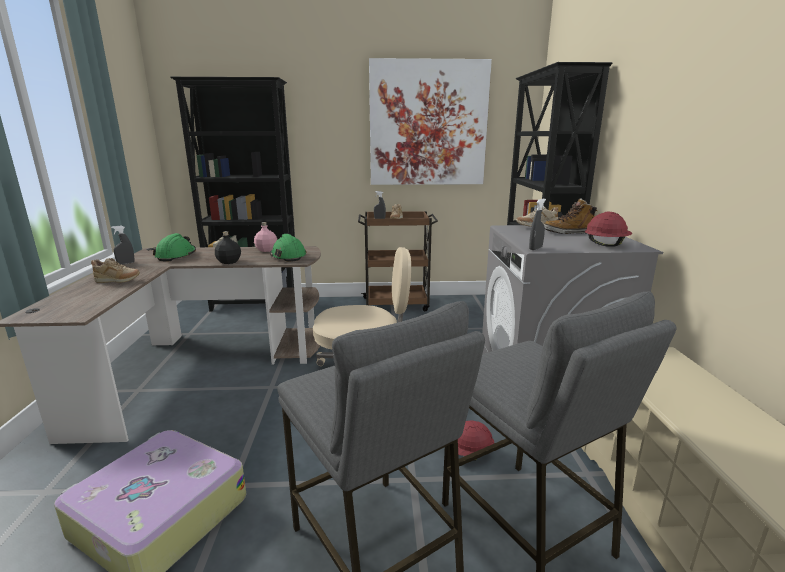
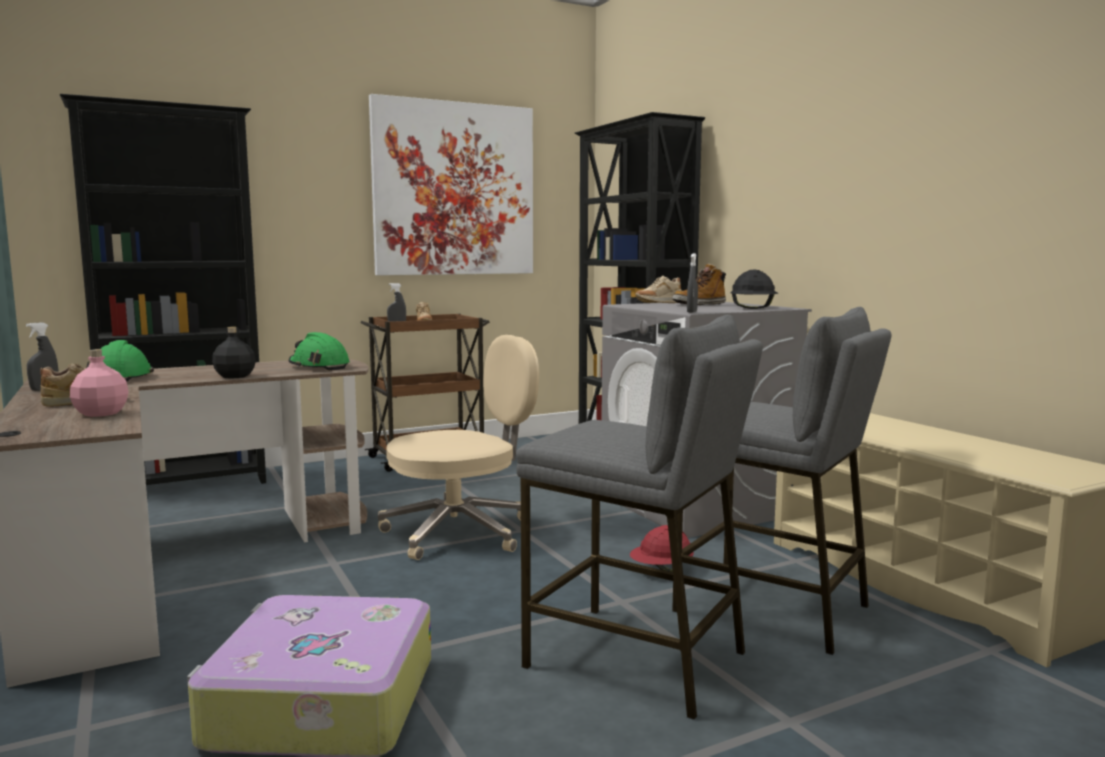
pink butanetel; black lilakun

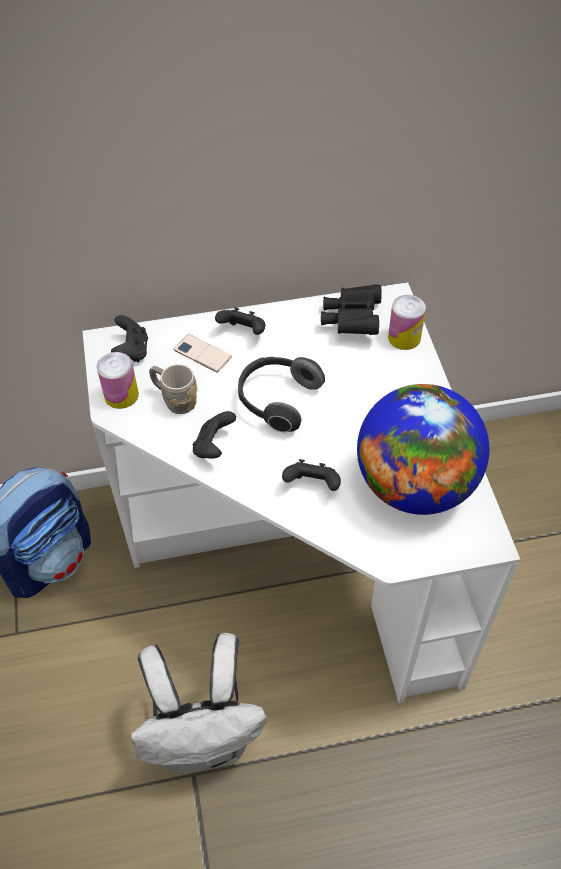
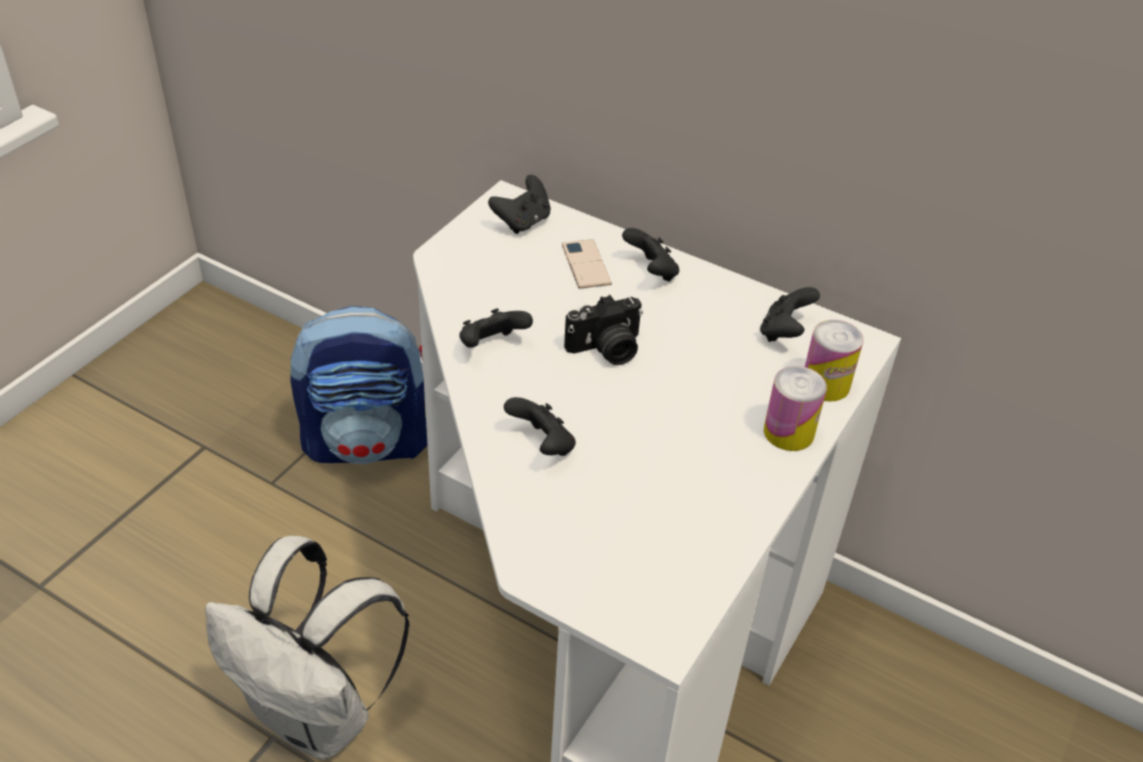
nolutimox (no. 1 from left); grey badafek; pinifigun; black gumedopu (no. 5 from left); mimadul

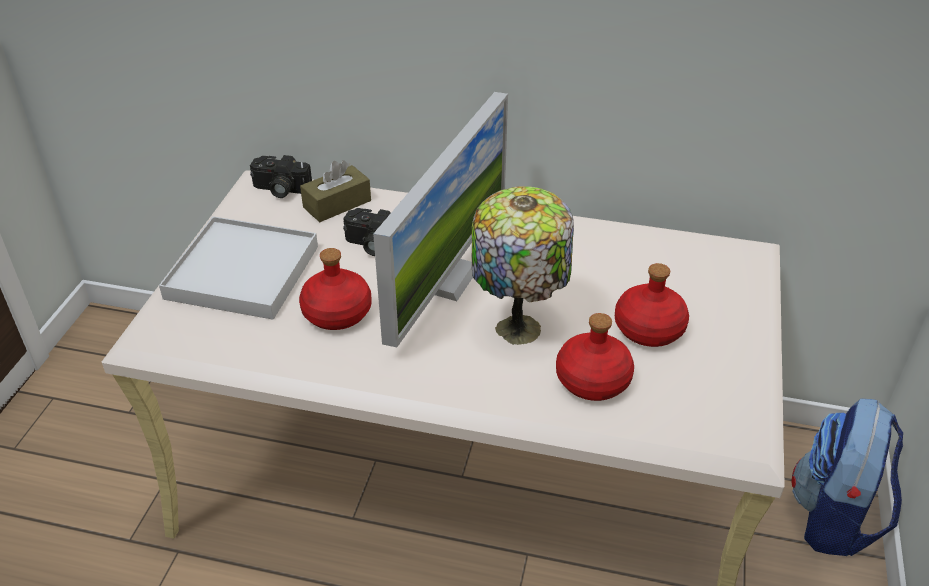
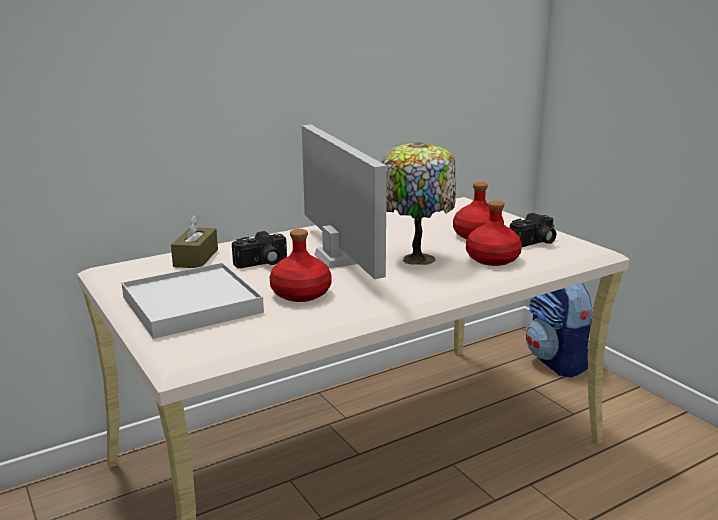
pinifigun (no. 2 from left)

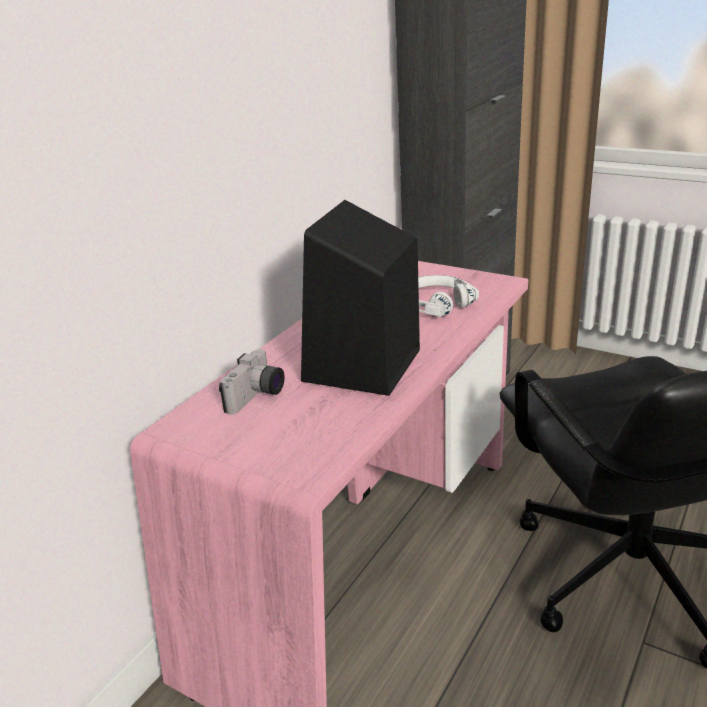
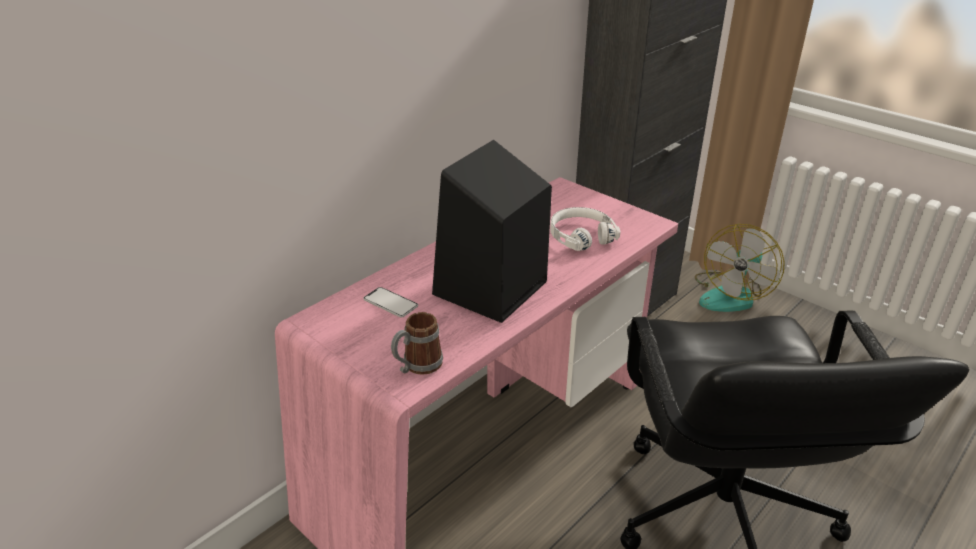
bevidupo; badafek; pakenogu

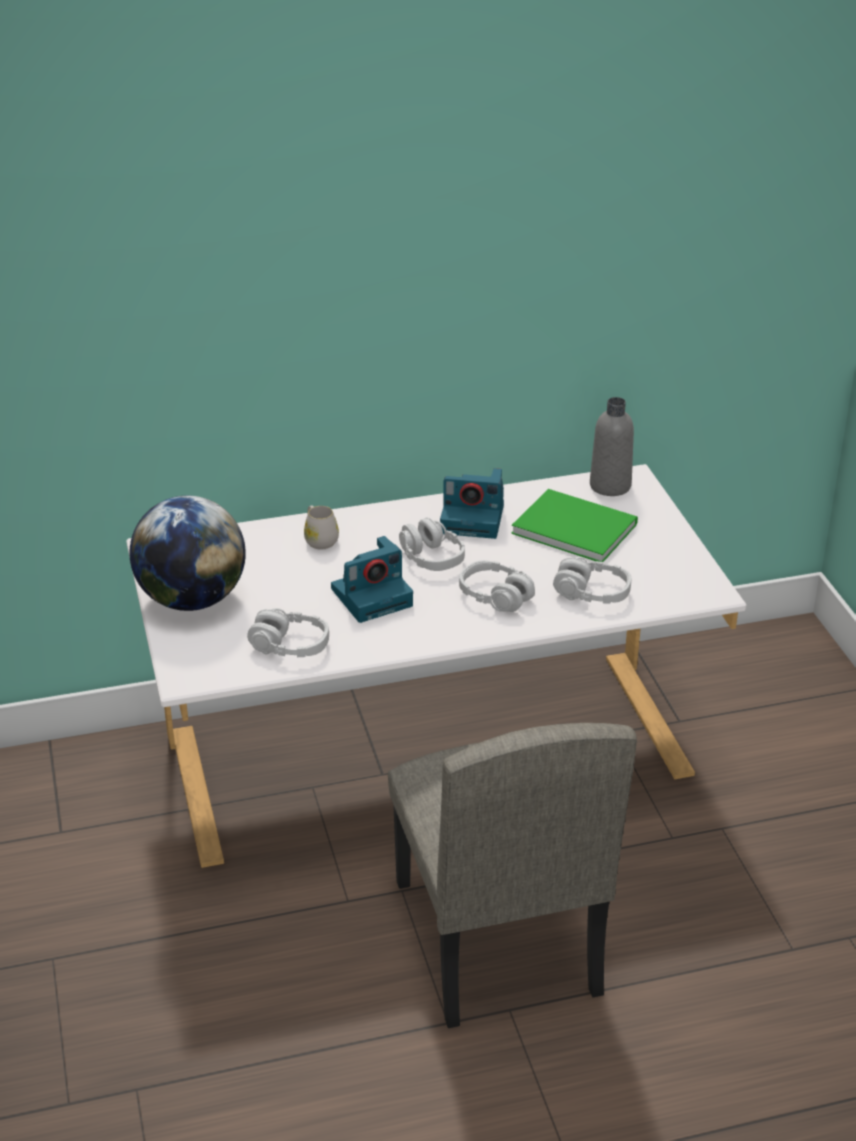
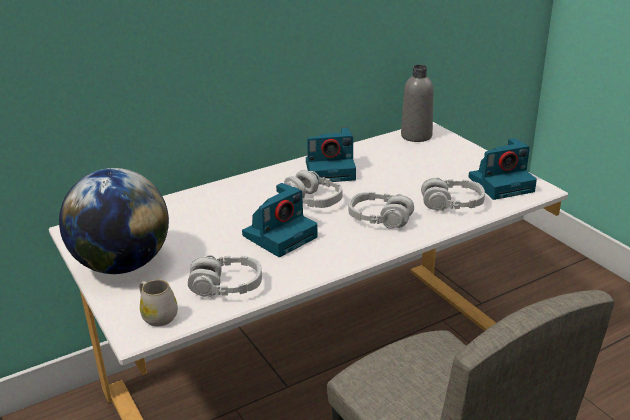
white badafek; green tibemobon; pinifigun (no. 3 from left)

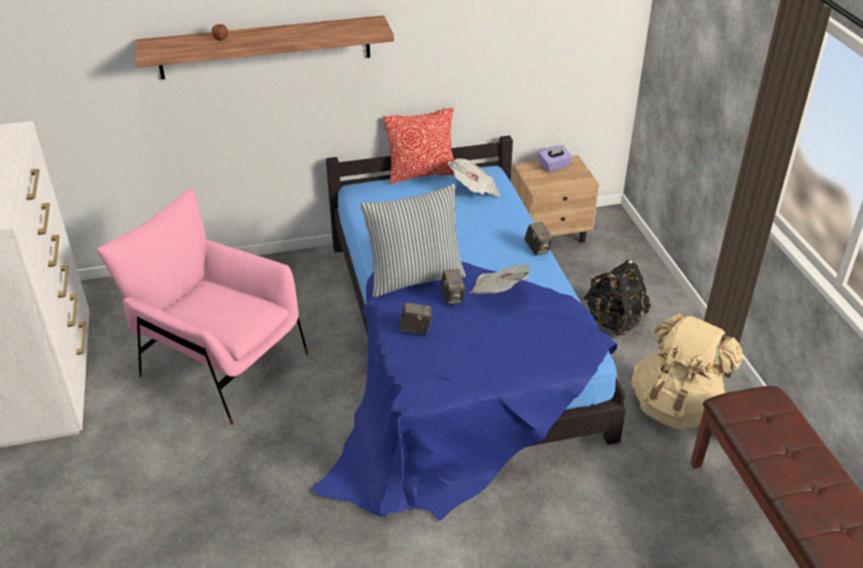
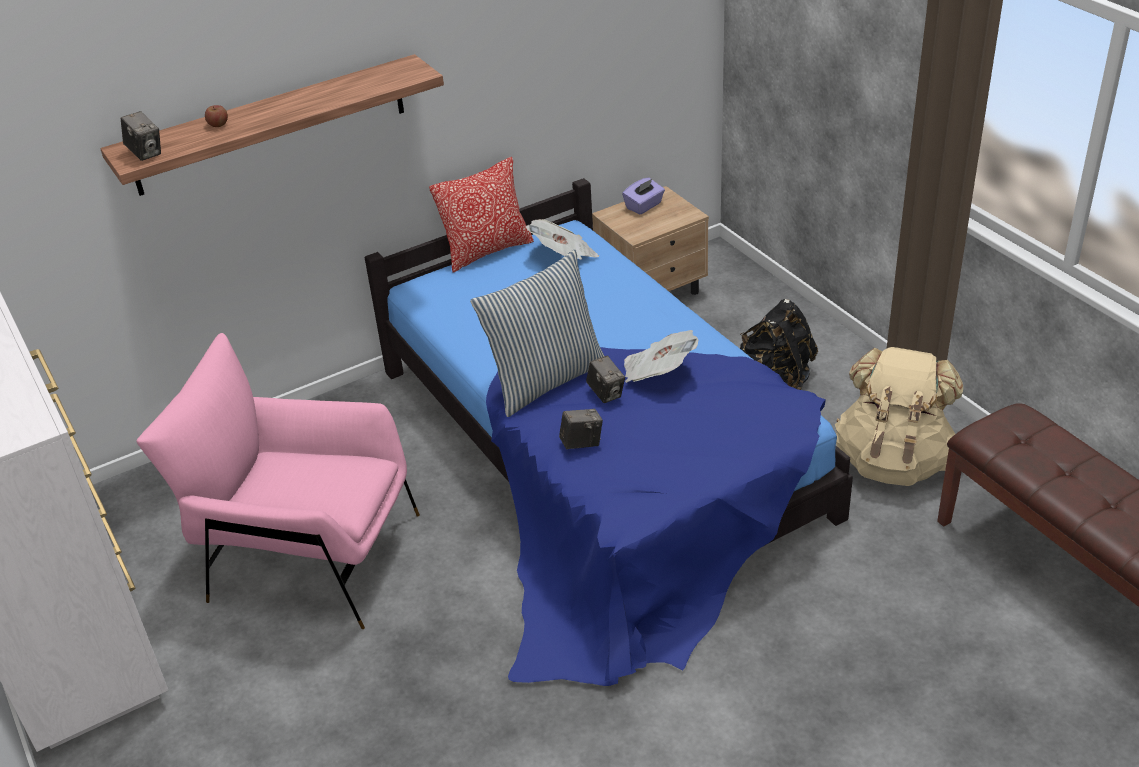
pinifigun (no. 1 from left)

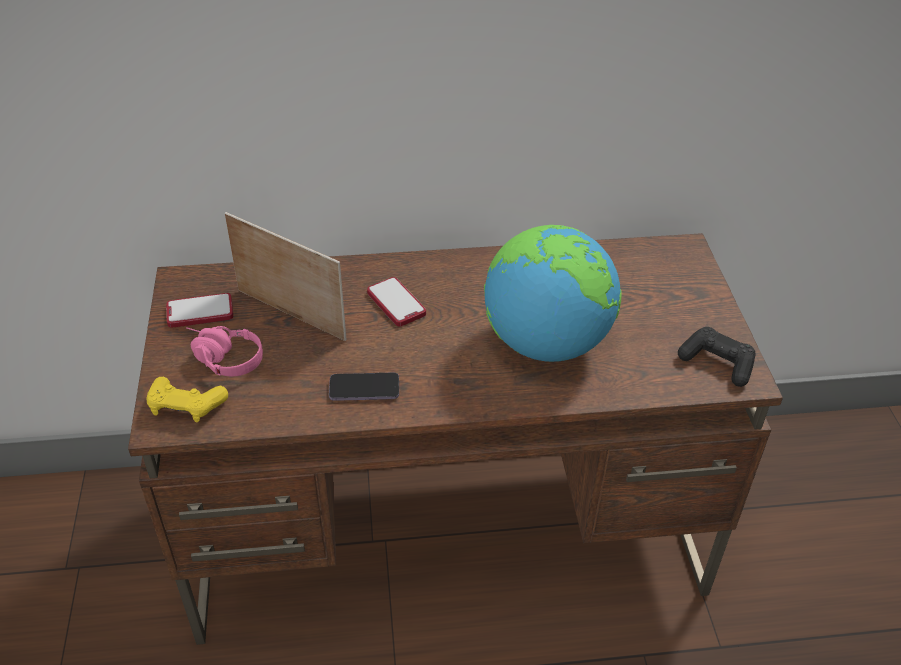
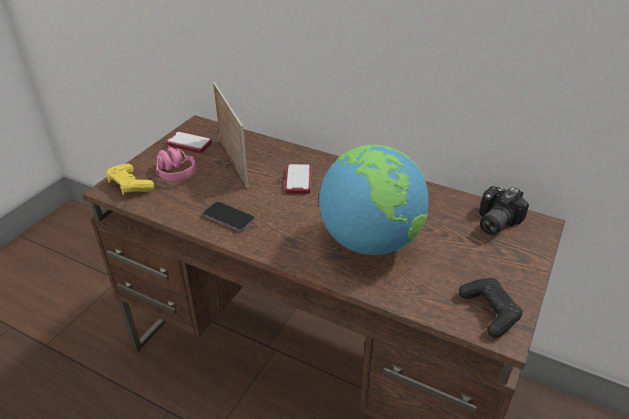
pinifigun

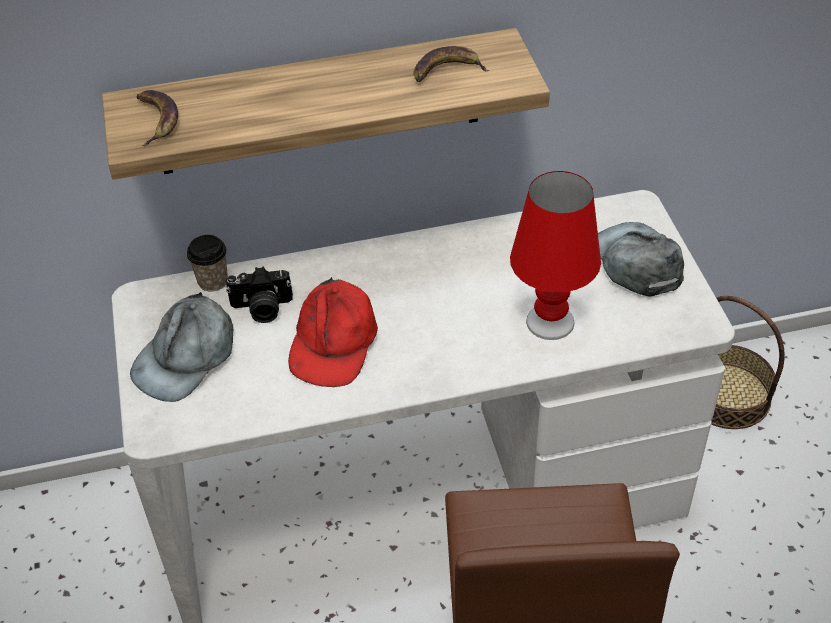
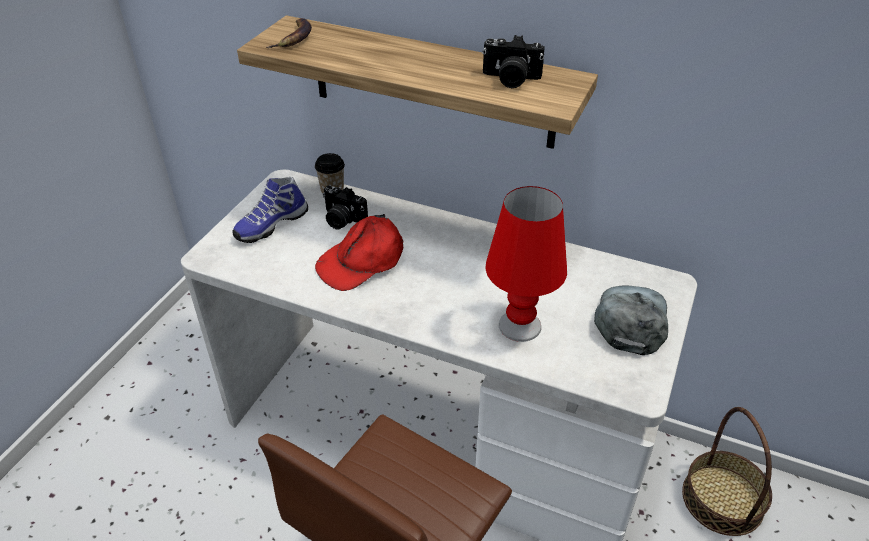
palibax; pinifigun (no. 2 from left)

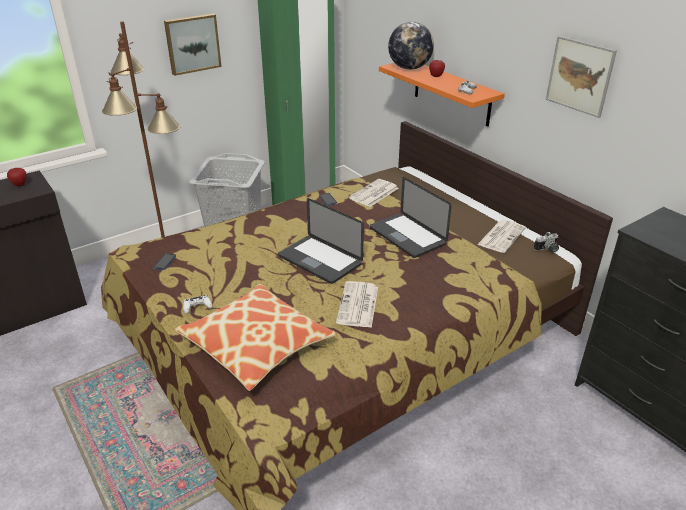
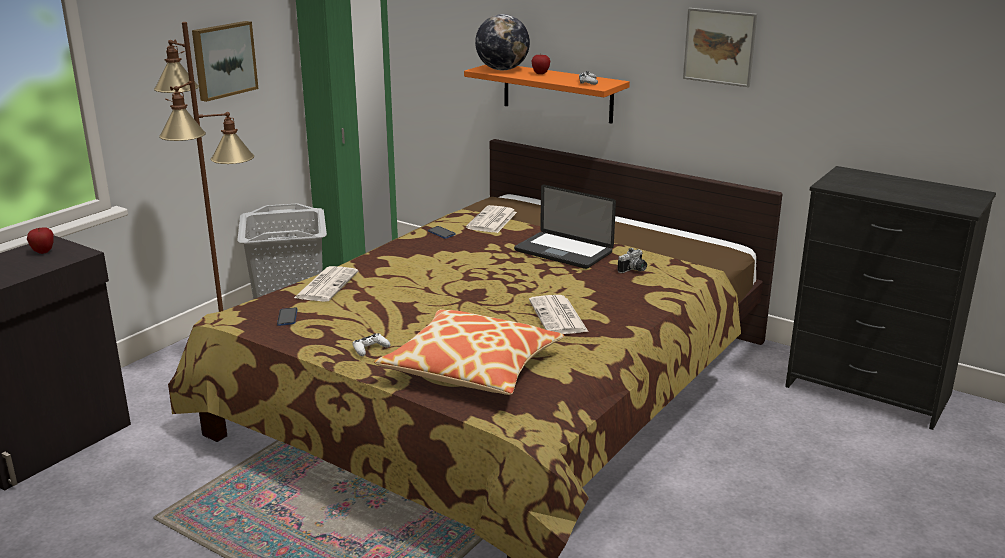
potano (no. 1 from left in the first image); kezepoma (no. 1 from left); pinifigun

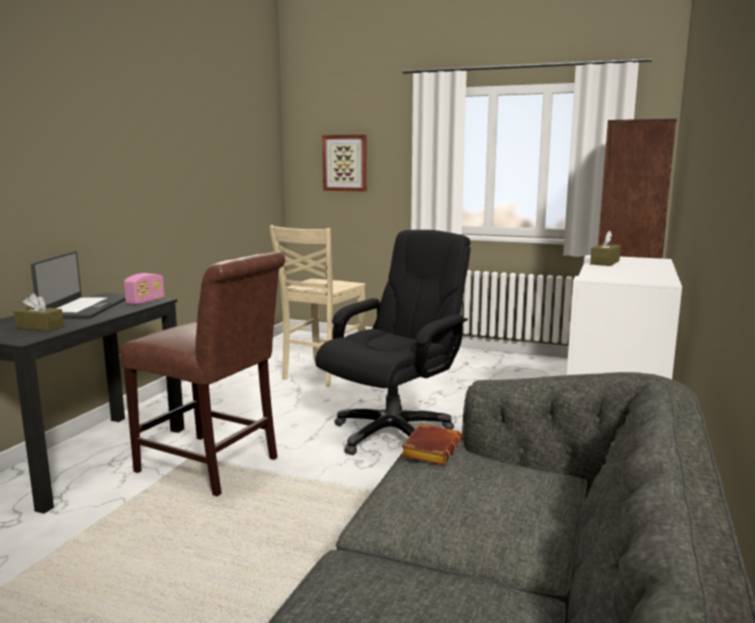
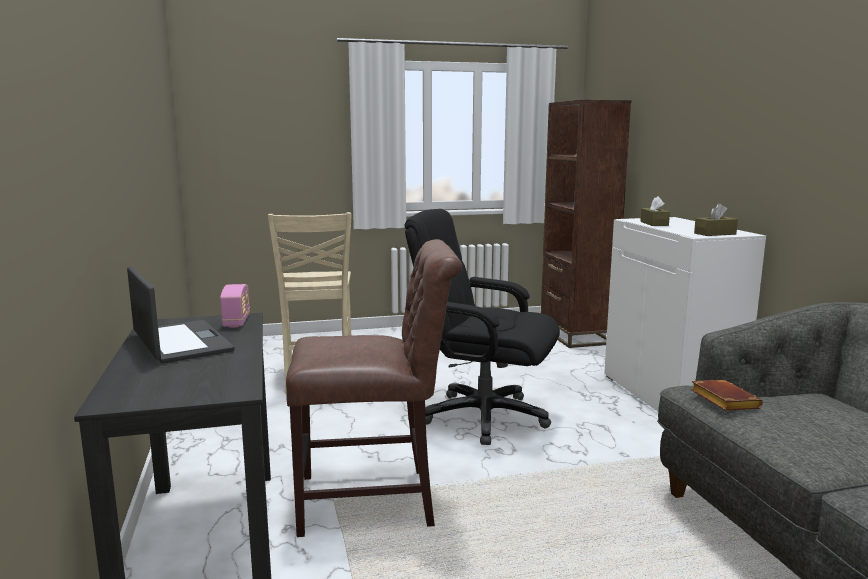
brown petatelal (no. 2 from left); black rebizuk; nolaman

